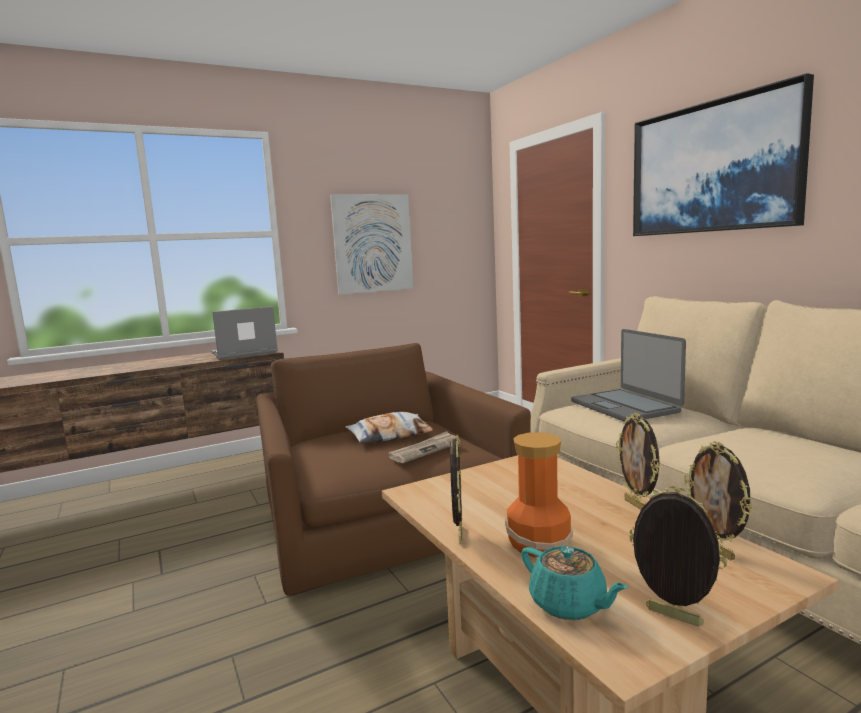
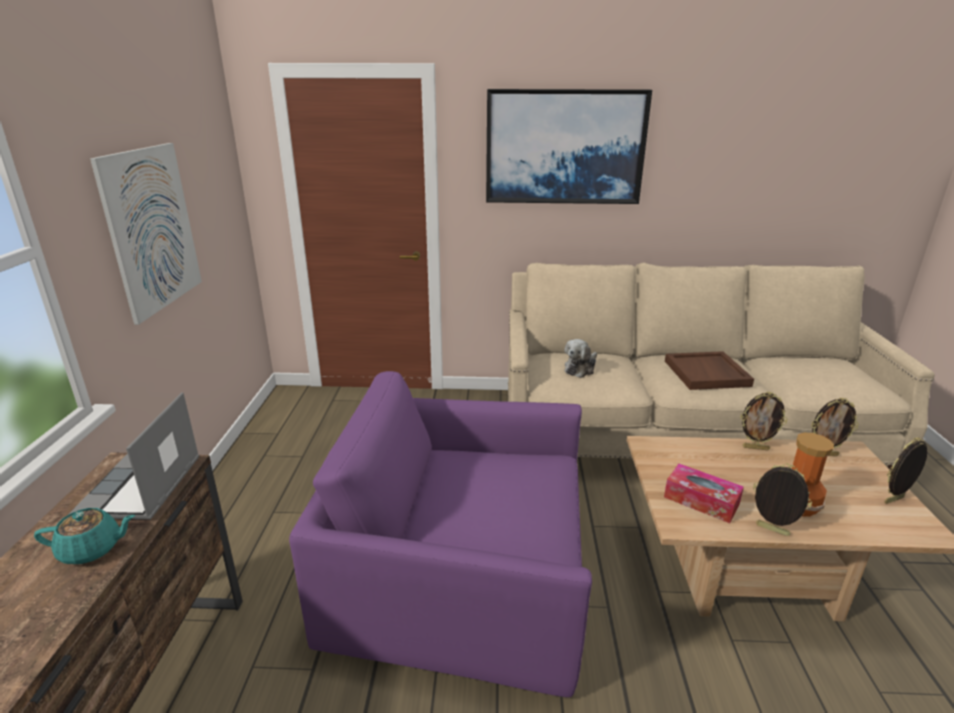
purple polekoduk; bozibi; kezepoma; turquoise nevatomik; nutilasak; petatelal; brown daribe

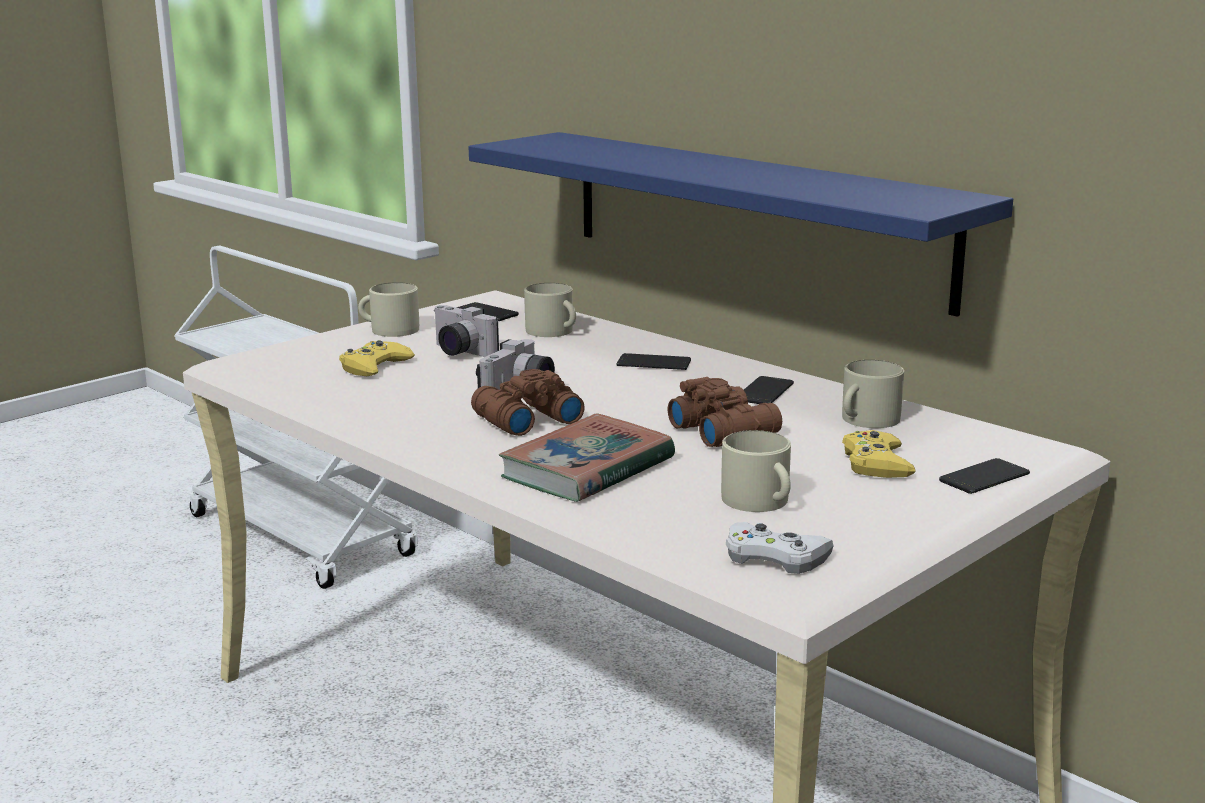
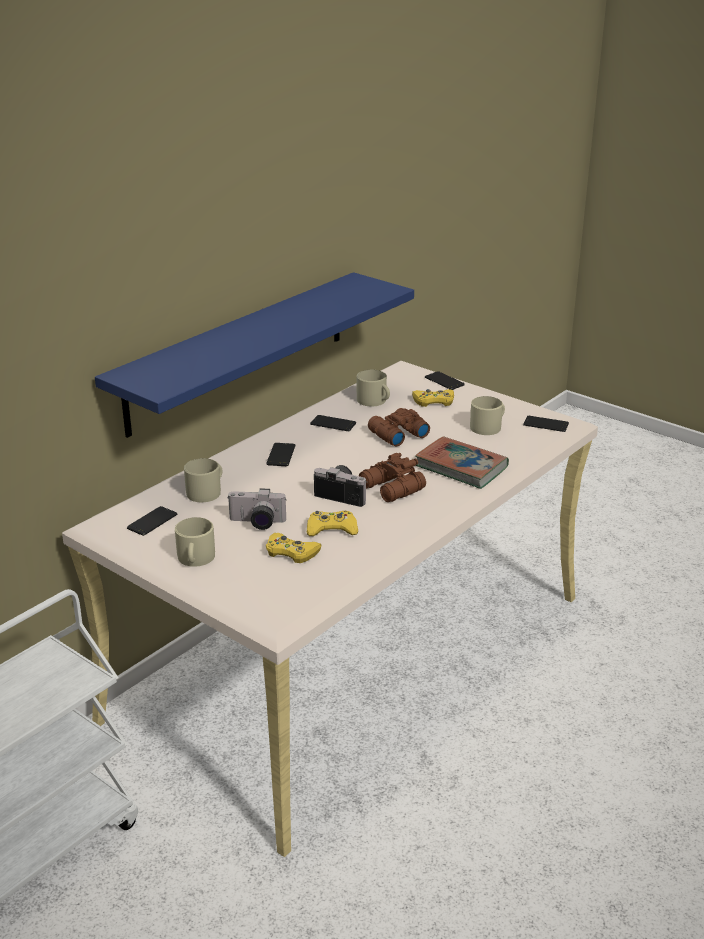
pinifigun (no. 1 from left); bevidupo (no. 5 from left); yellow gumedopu (no. 2 from left)

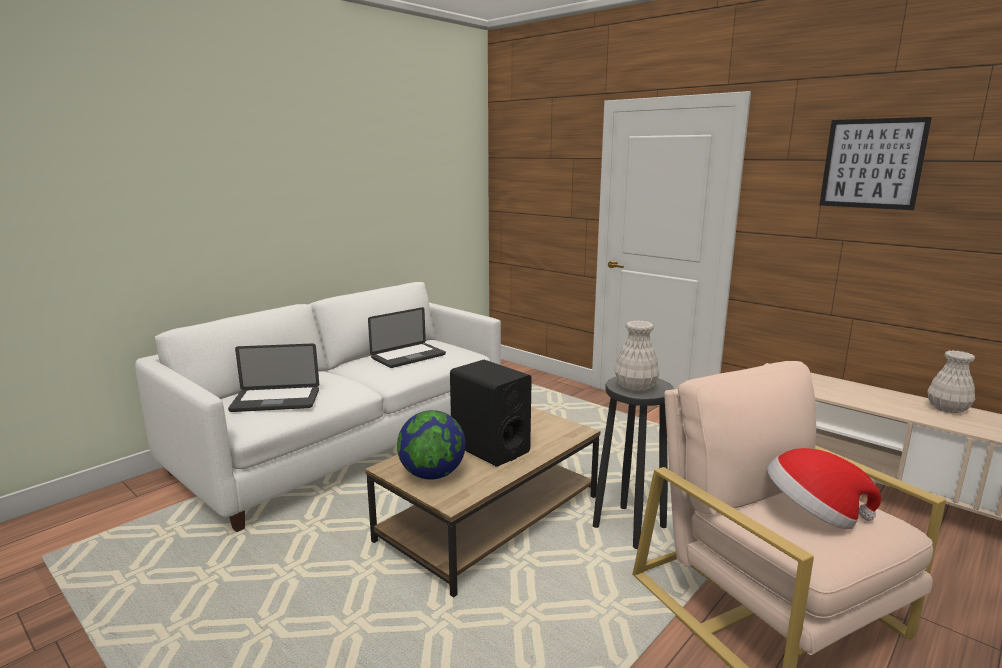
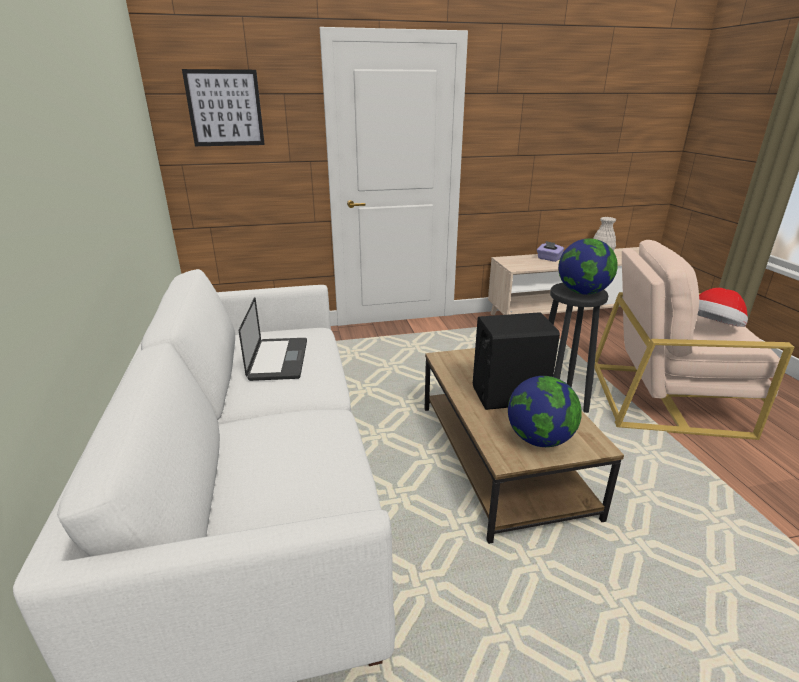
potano (no. 1 from left in the first image); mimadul (no. 2 from left); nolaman; purple petatelal

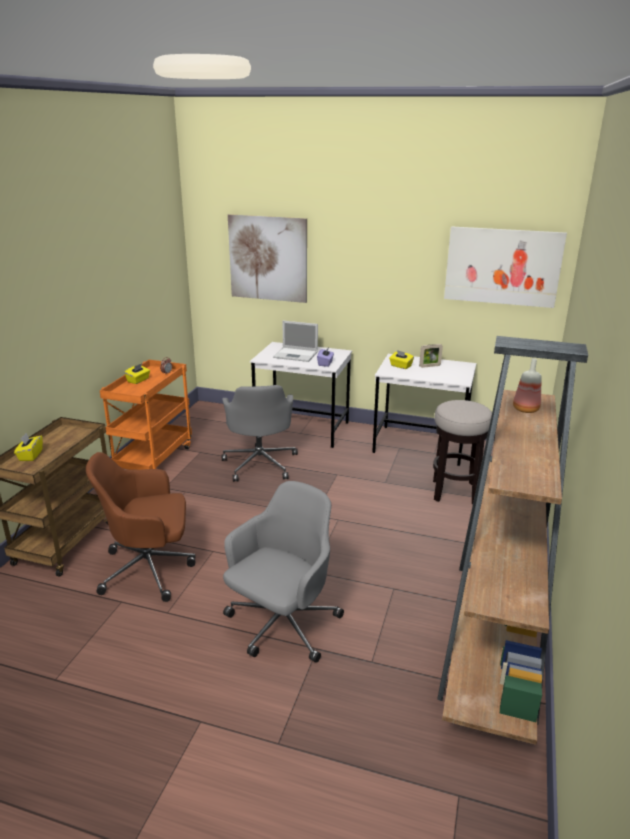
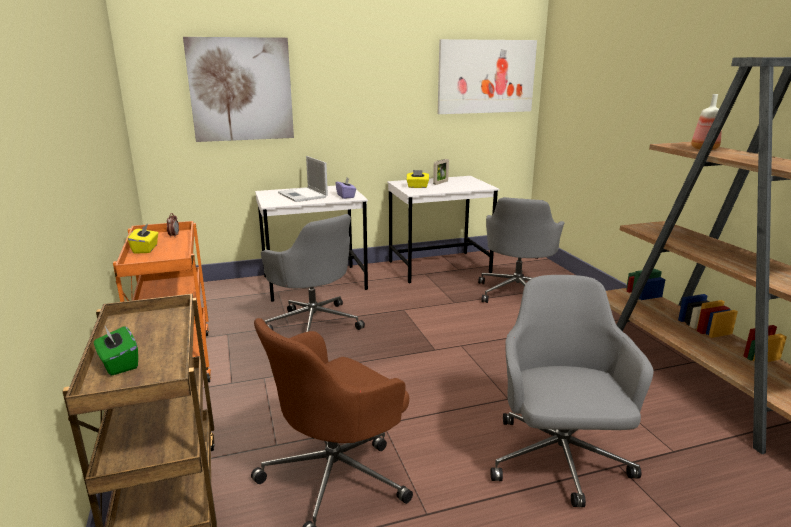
green petatelal; potano; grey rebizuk (no. 2 from left)

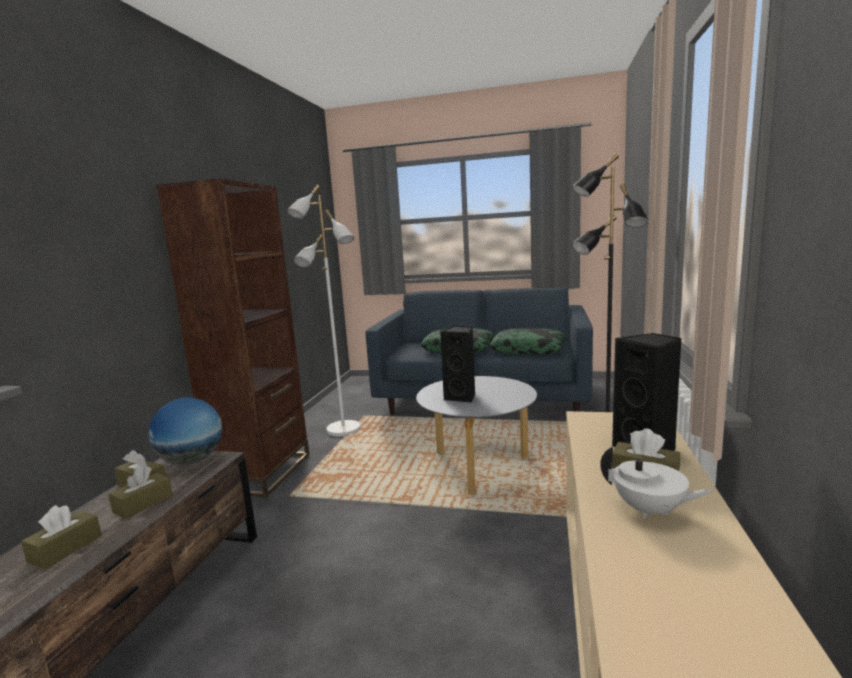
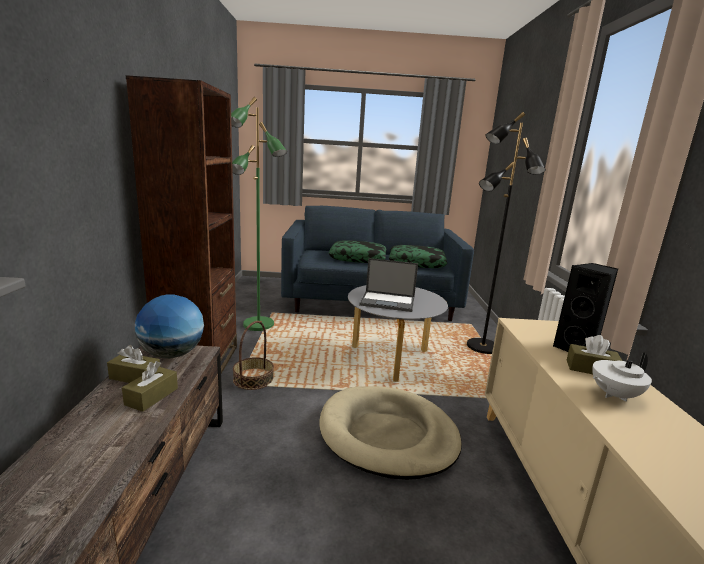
brown petatelal (no. 1 from left in the first image); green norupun; potano; white nevatomik; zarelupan; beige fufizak

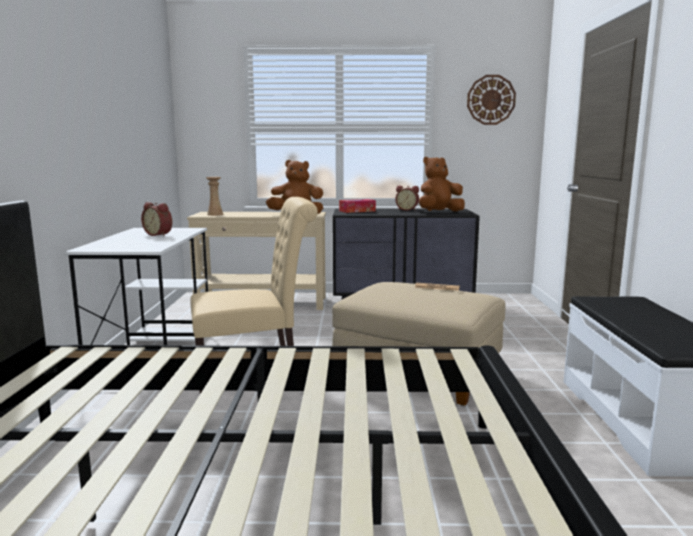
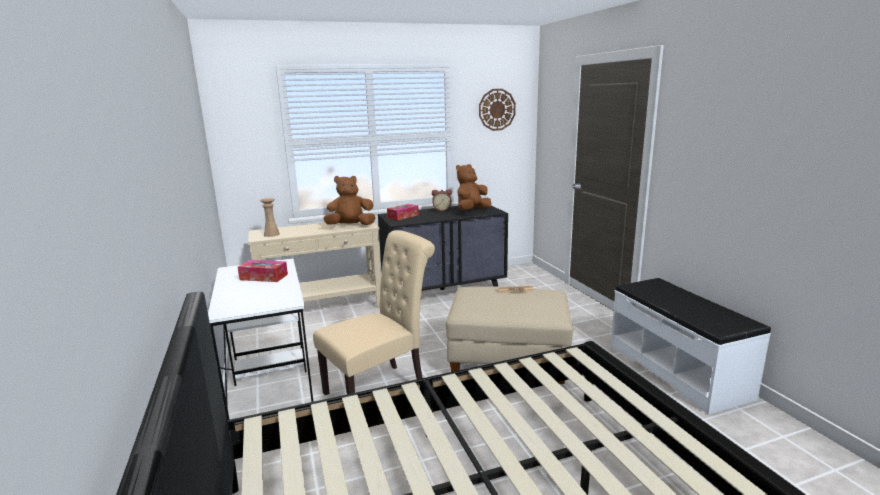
petatelal (no. 1 from left)

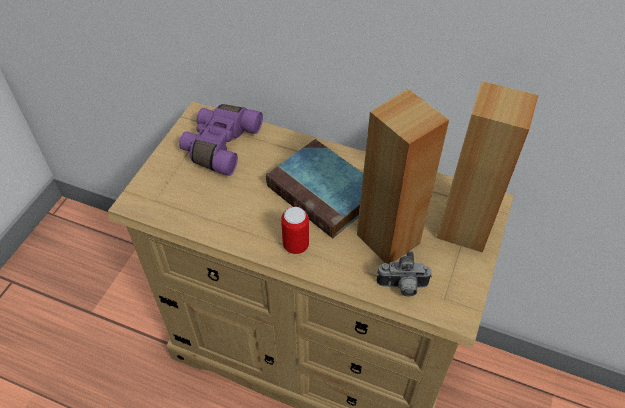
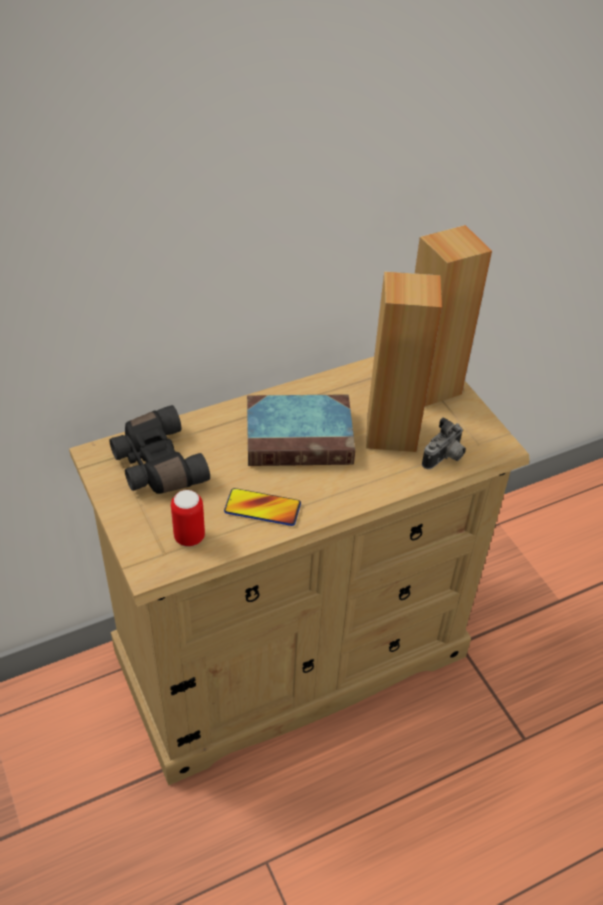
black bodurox; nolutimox; bevidupo

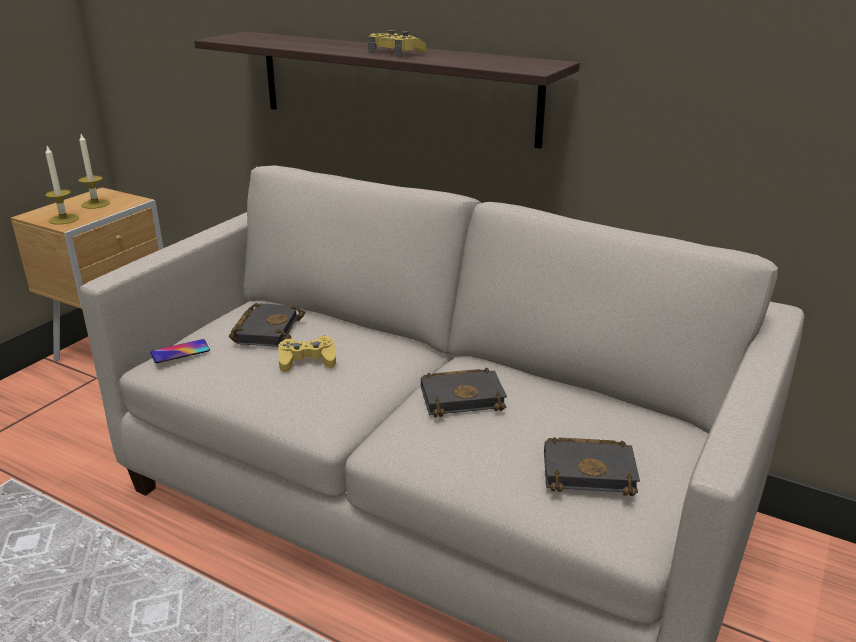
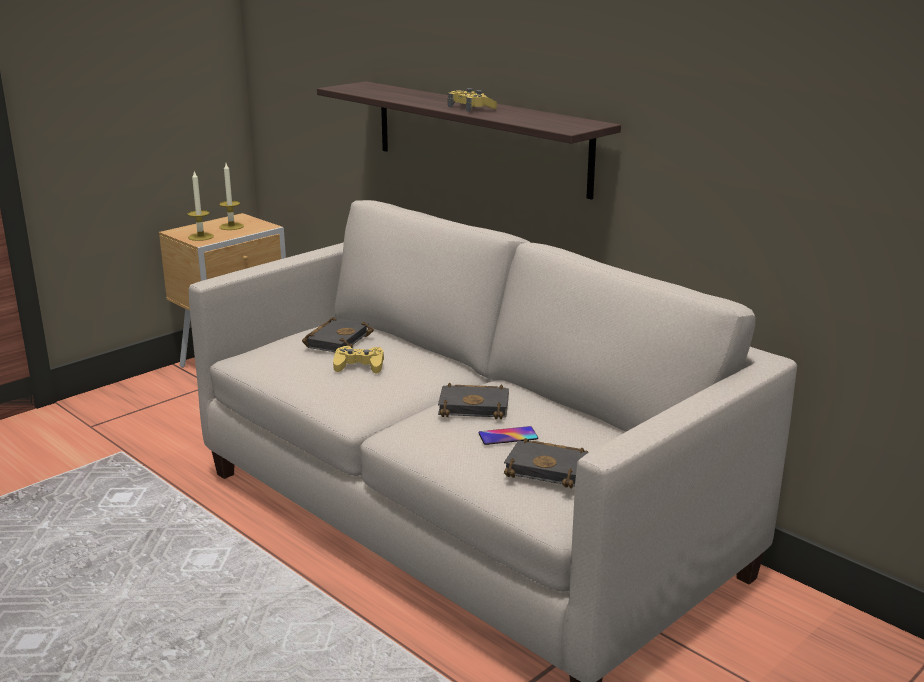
bevidupo

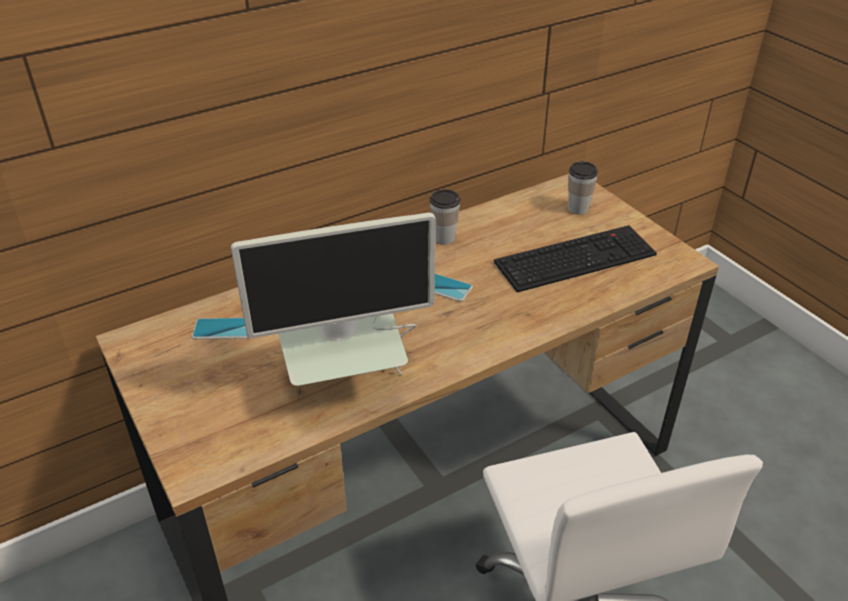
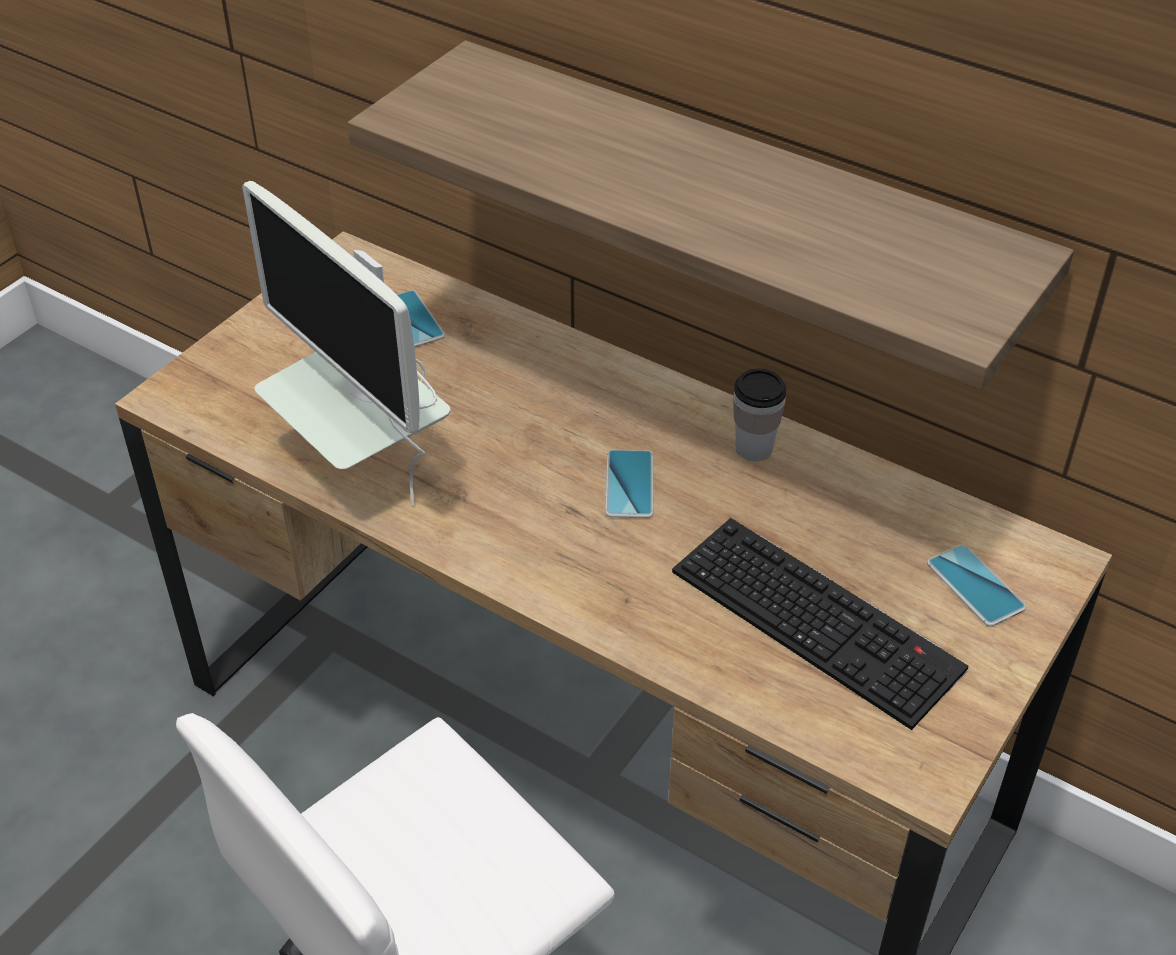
bevidupo (no. 3 from left); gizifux

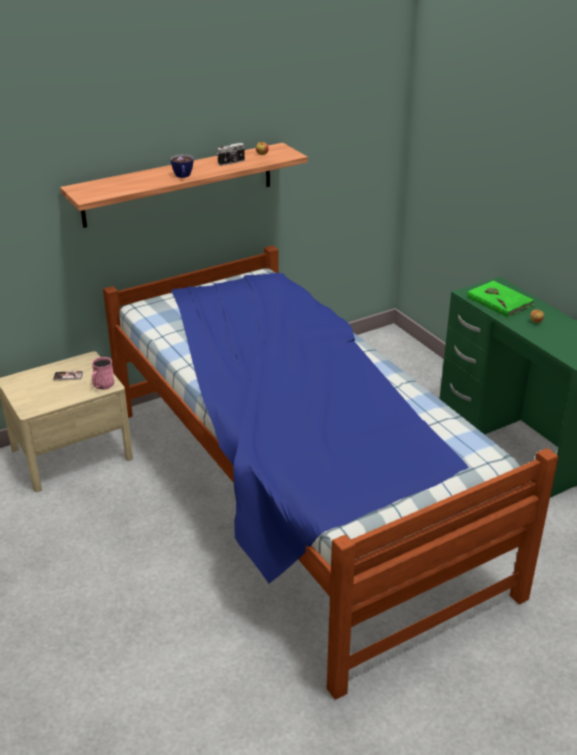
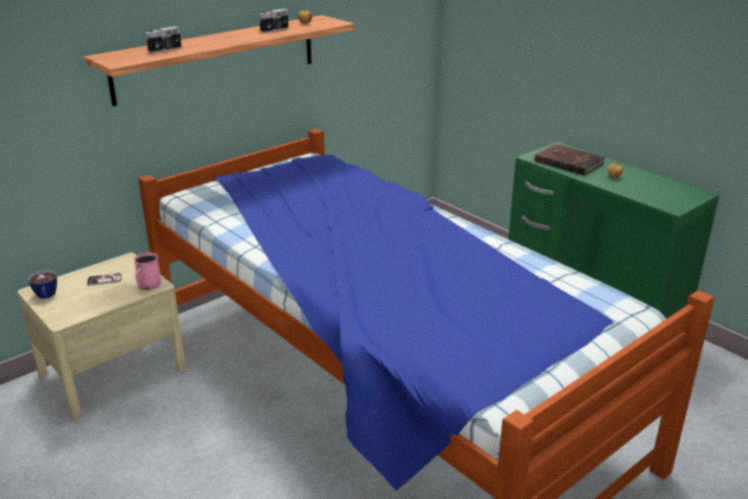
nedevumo; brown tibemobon; pinifigun (no. 1 from left)

